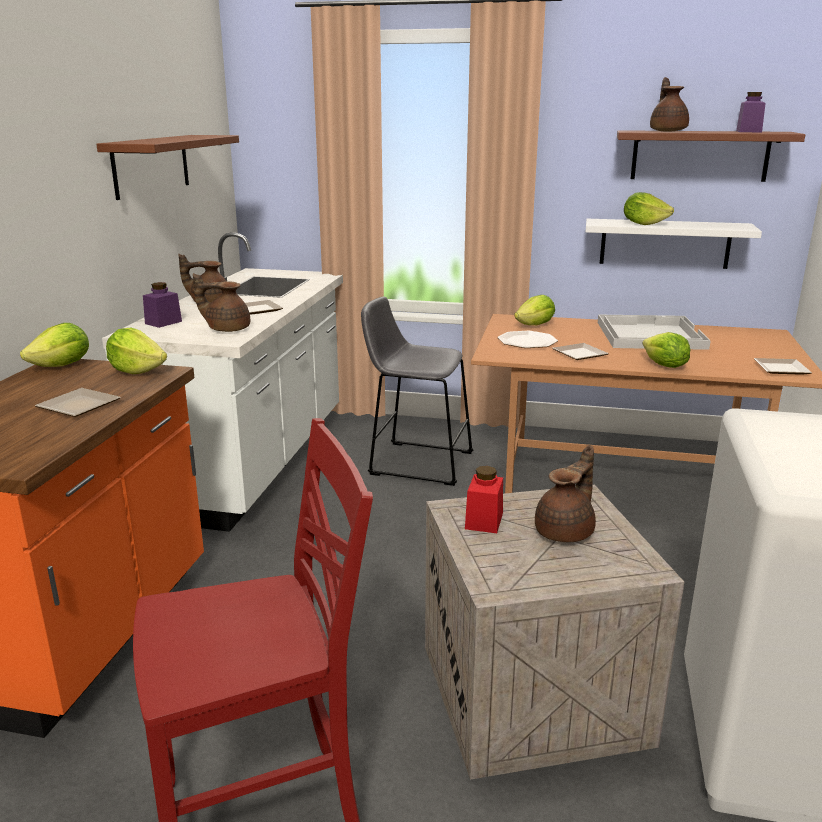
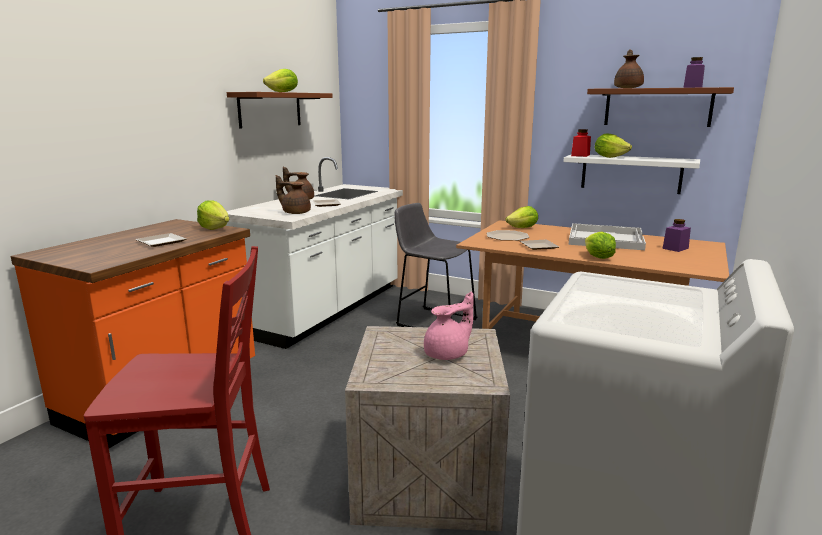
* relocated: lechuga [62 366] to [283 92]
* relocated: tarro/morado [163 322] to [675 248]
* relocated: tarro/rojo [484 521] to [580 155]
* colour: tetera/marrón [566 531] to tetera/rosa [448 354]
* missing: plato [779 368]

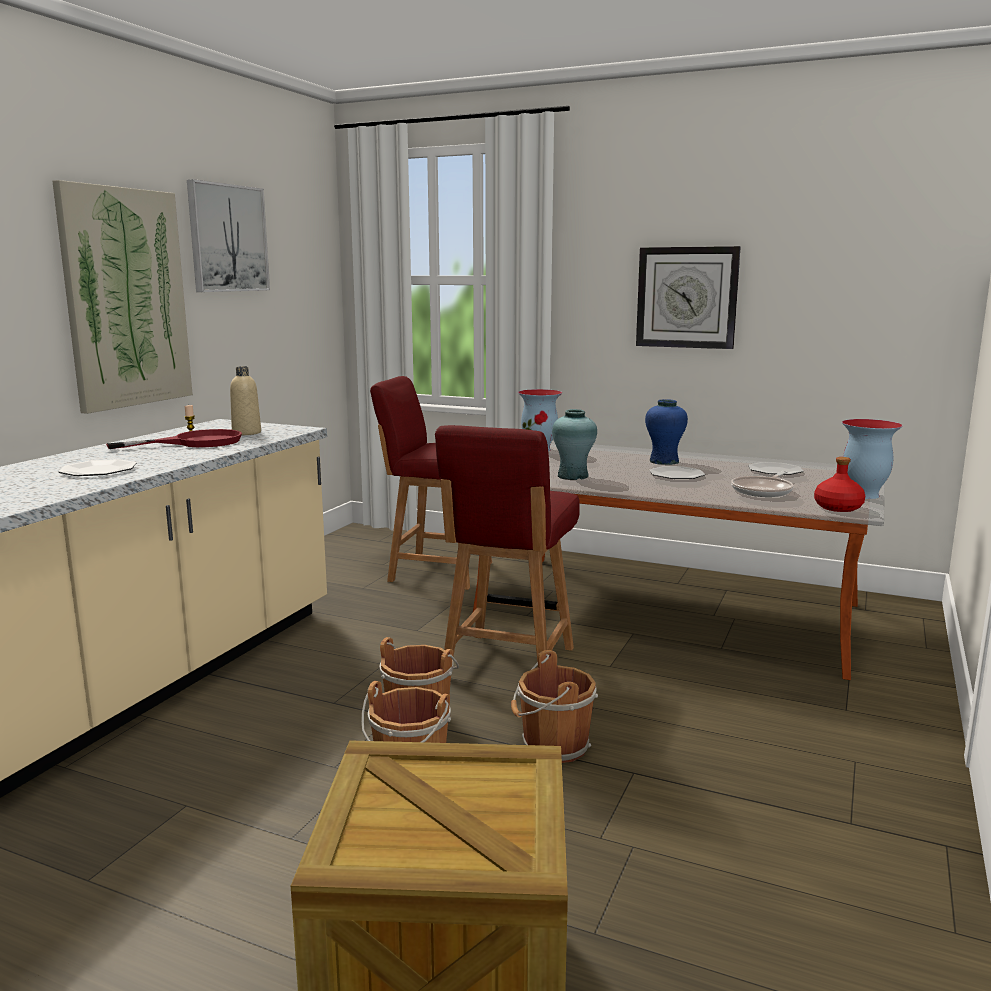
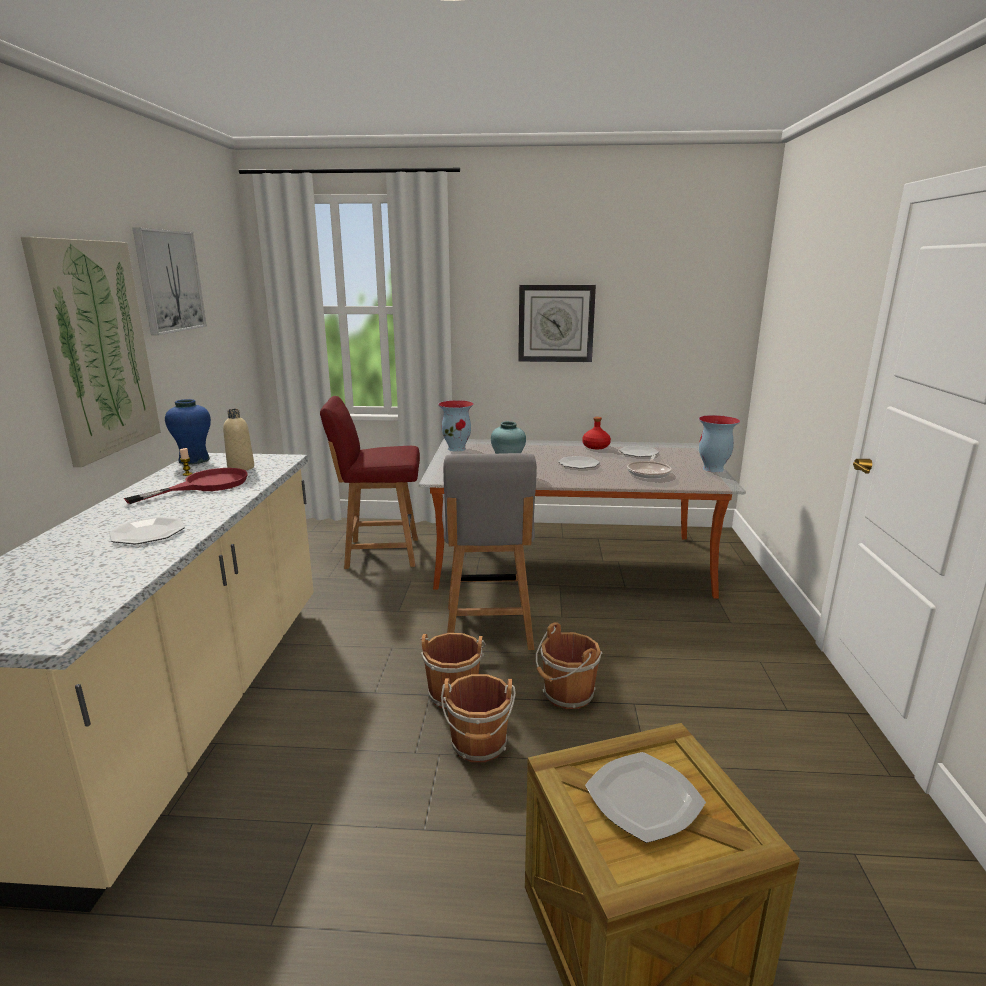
* colour: silla/rojo [507 664] to silla/gris [488 629]
* relocated: florero/azul [663 461] to [194 460]
* relocated: botella/rojo [838 508] to [596 447]
* appeared: plato [642 798]

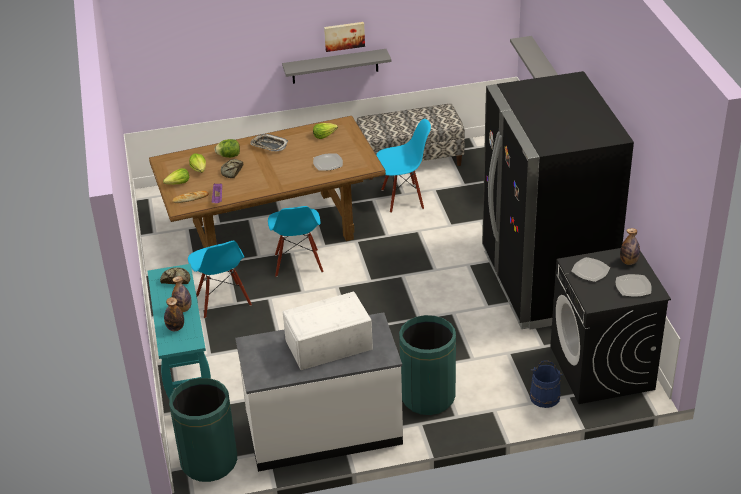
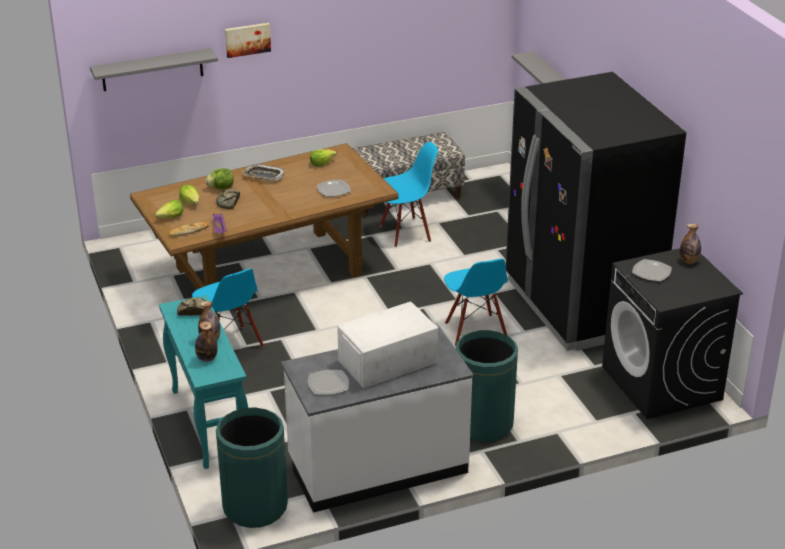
* relocated: silla/azul [298 263] to [475 331]
* relocated: estante/gris [335 66] to [152 70]
* relocated: cuadro [344 36] to [247 39]
* missing: cubo/azul [544 397]
* relocated: plato [633 287] to [328 384]

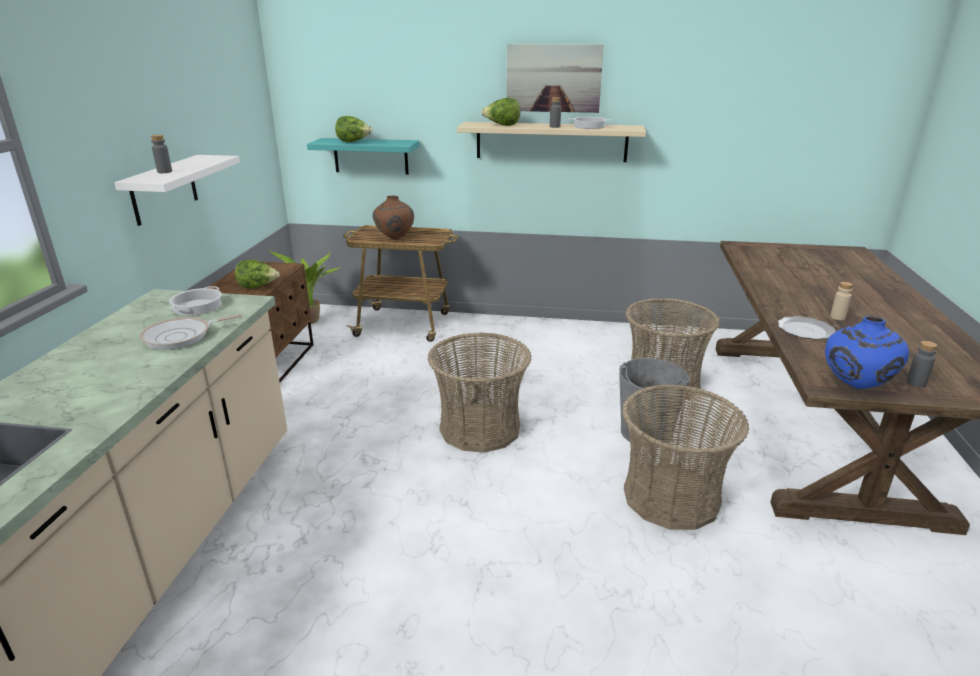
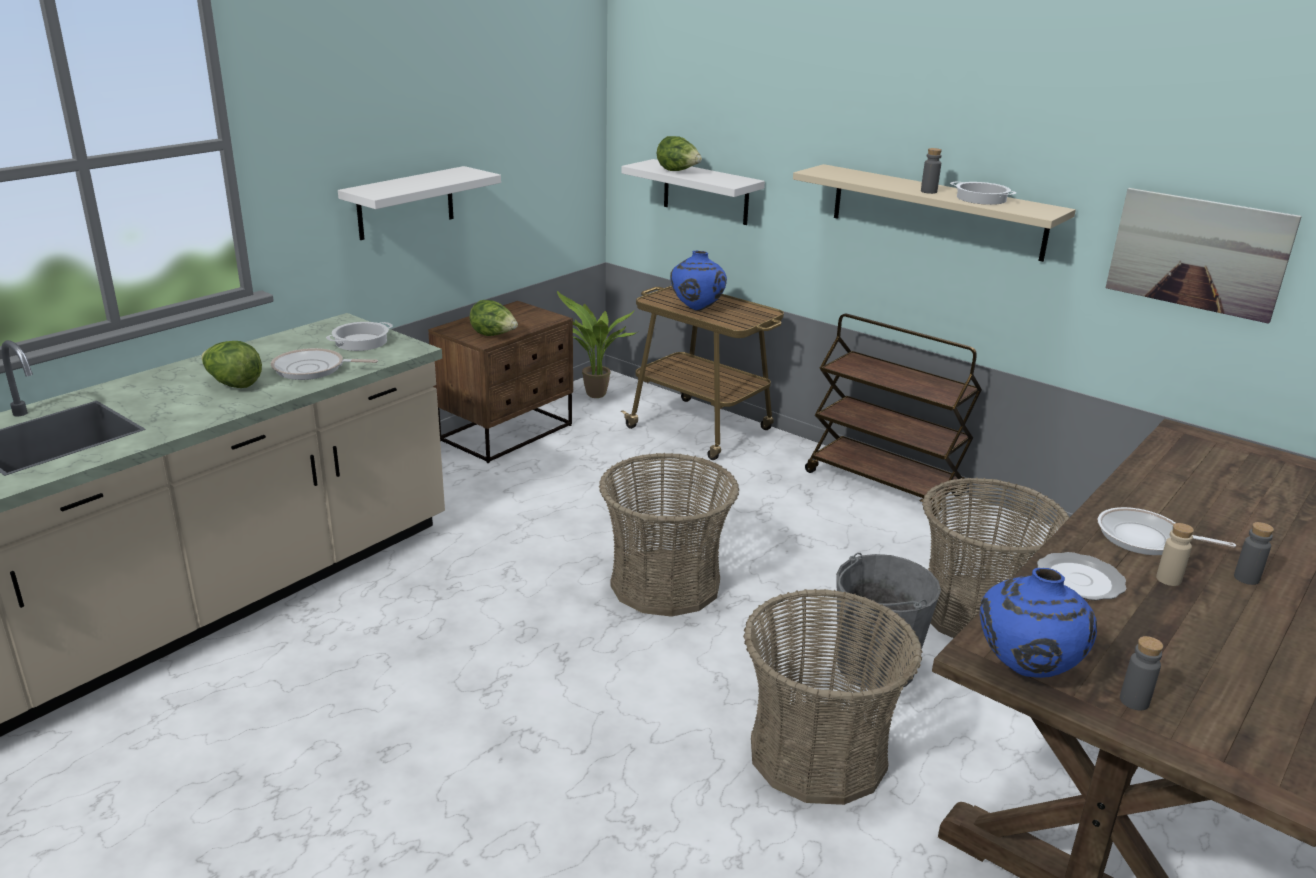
* relocated: botella/gris [164 172] to [1246 578]
* colour: estante/turquesa [371 156] to estante/blanco [705 192]
* colour: florero/marrón [394 239] to florero/azul [696 309]
* relocated: lechuga [502 125] to [233 384]
* relocated: cuadro [553 78] to [1198 253]
* appeared: carrito/marrón [884 484]
* appeared: sartén [1145 539]

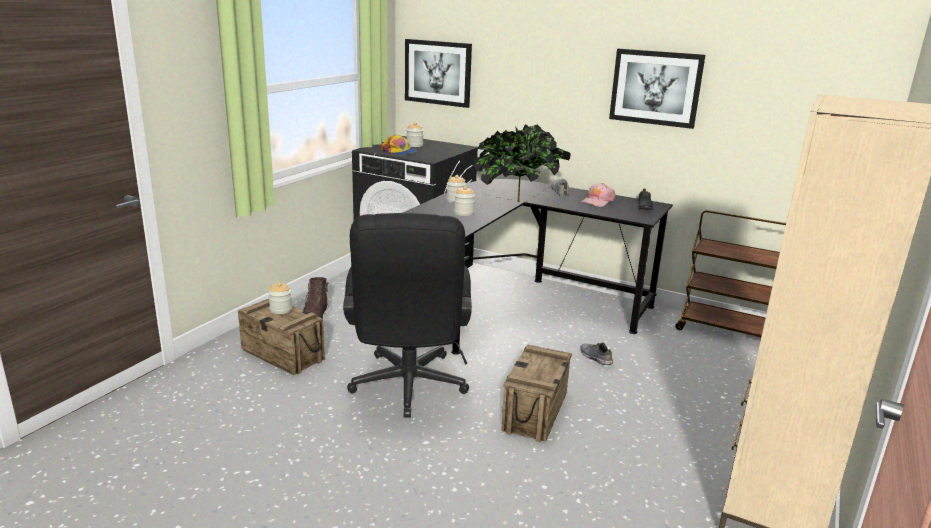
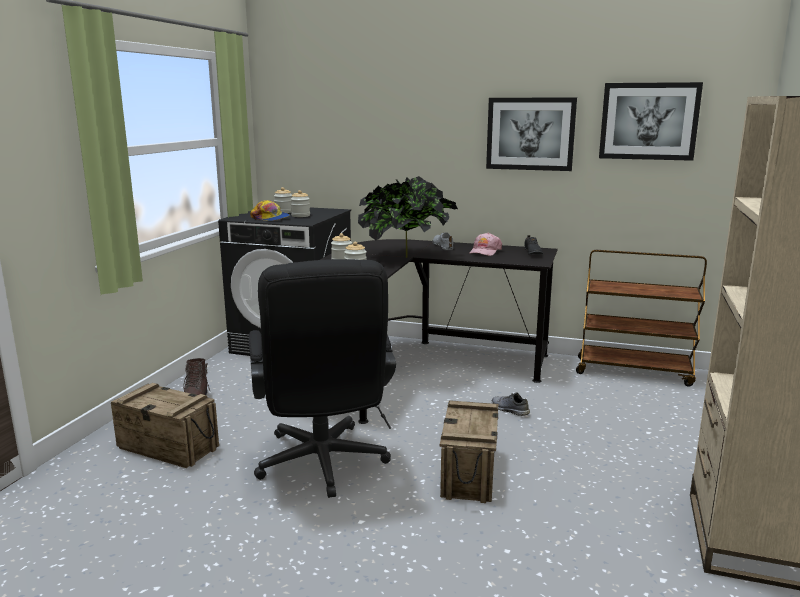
* relocated: tarro [281 309] to [300 215]
* relocated: cuadro [438 72] to [648 121]

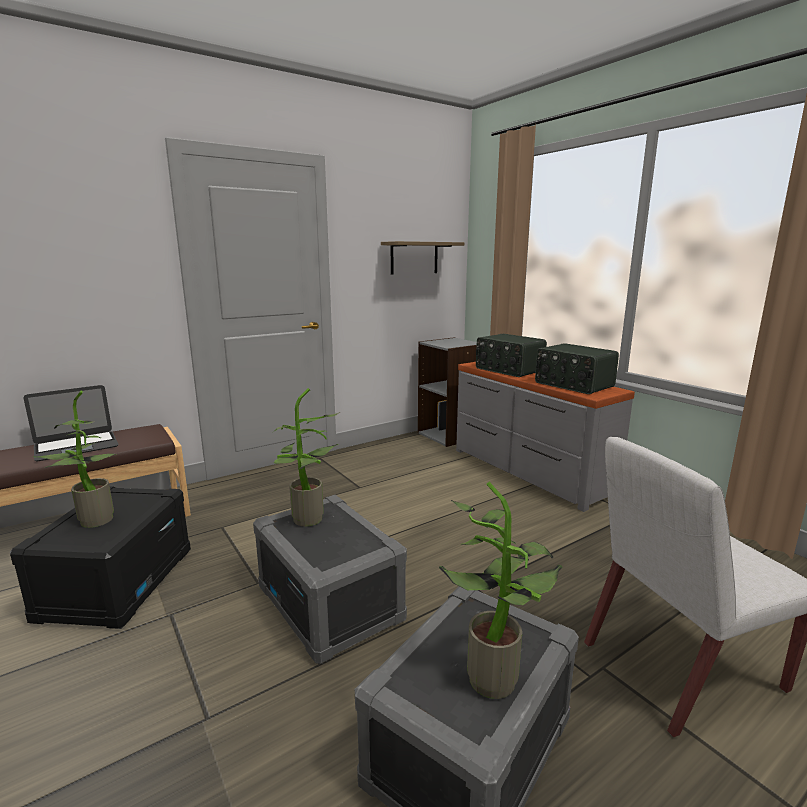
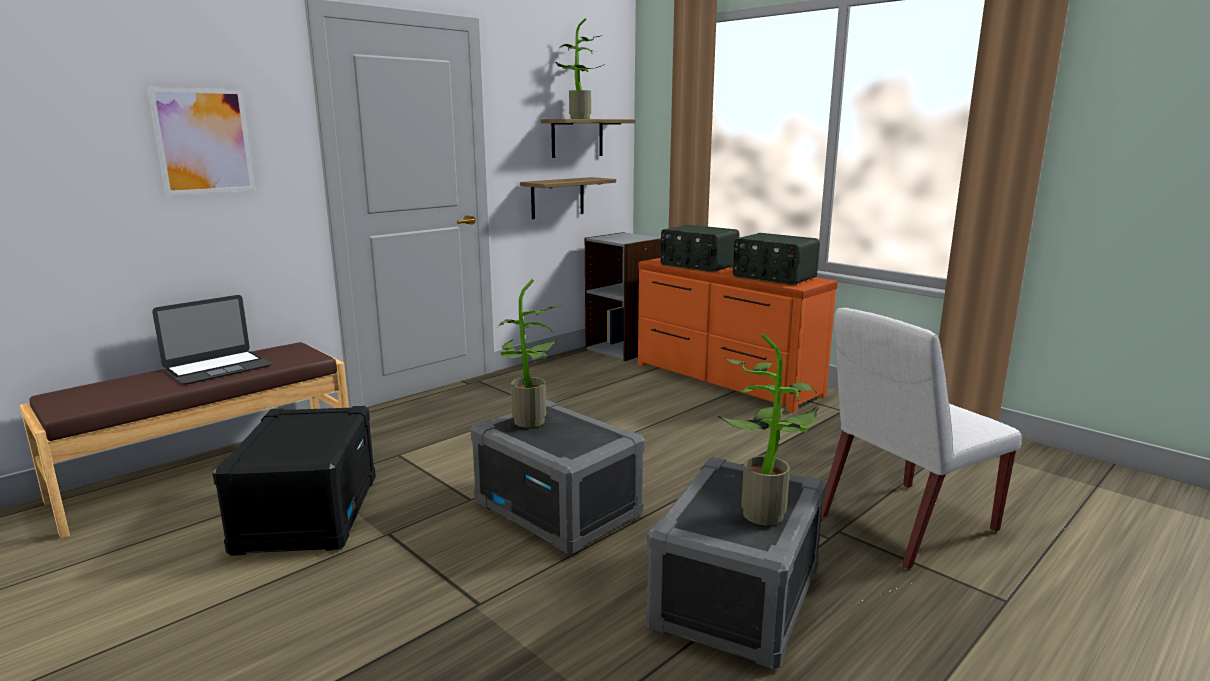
* relocated: planta en maceta [91 522] to [578 118]
* colour: cómoda/gris [528 471] to cómoda/naranja [724 380]
* appeared: cuadro [204 141]
* appeared: estante [557 197]

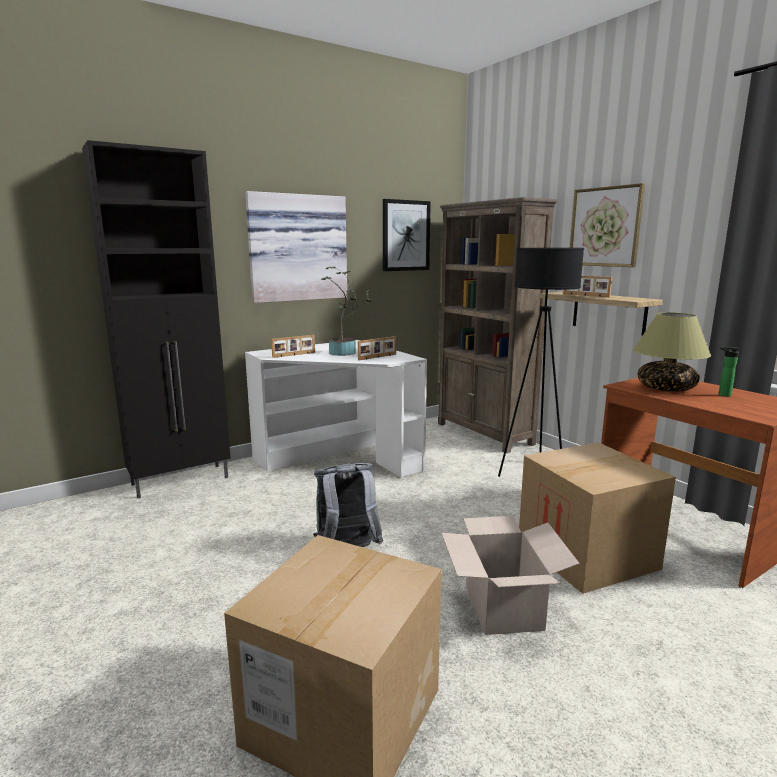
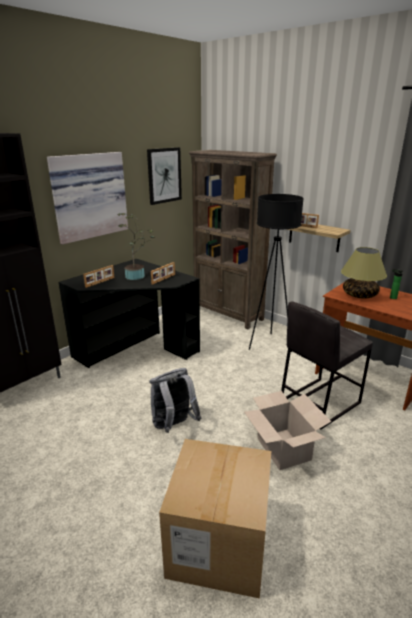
* colour: escritorio/blanco [339 459] to escritorio/negro [136 349]
* exchanged: caja de cartón [586 554] to taburete/gris [318 402]
* missing: cuadro [605 227]

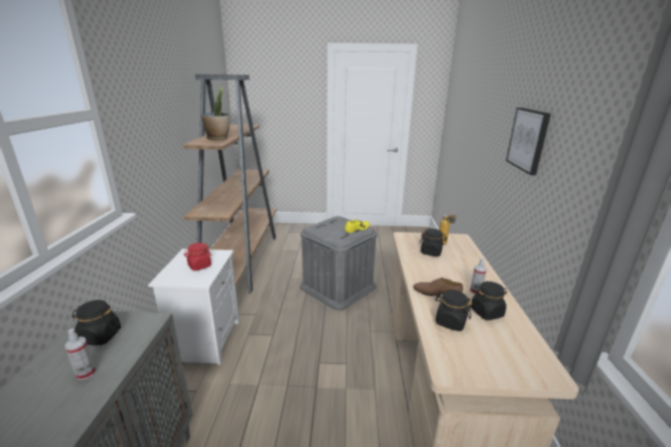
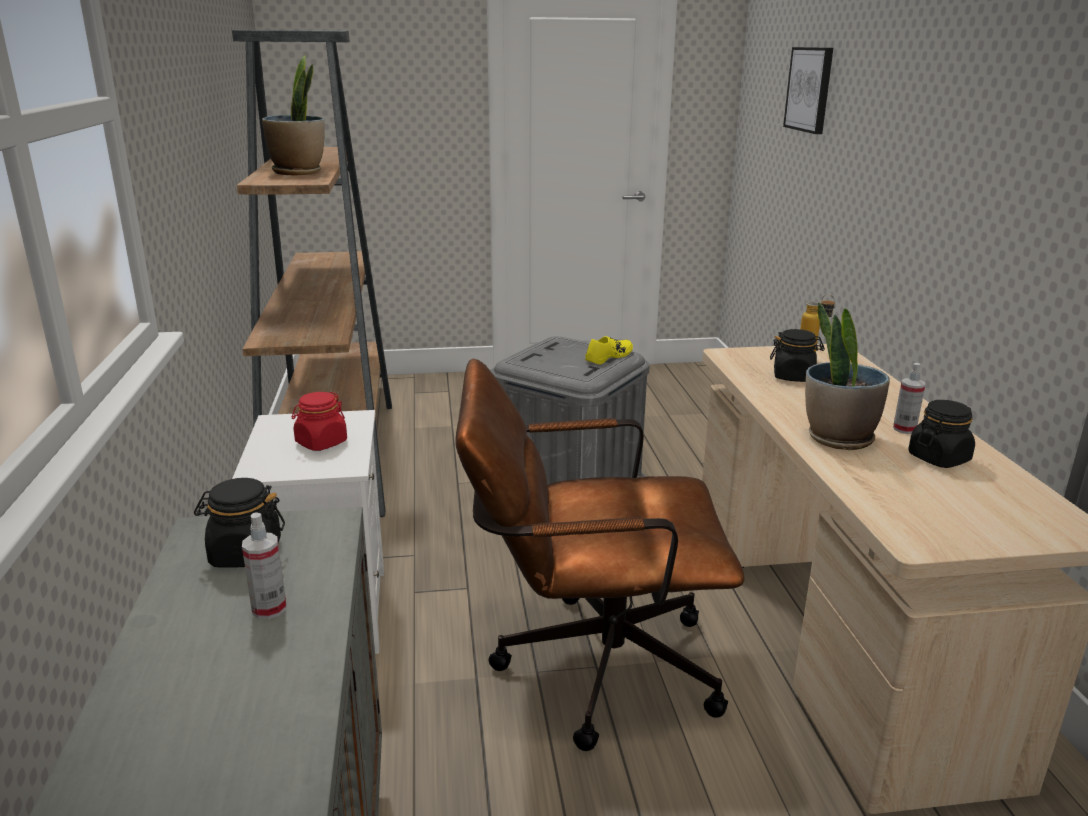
* exchanged: zapato/marrón [436 293] to planta en maceta [838 438]
* missing: tarro/negro [450 322]
* relocated: cuadro [528 139] to [810 89]
* appeared: silla de oficina/marrón [588 665]

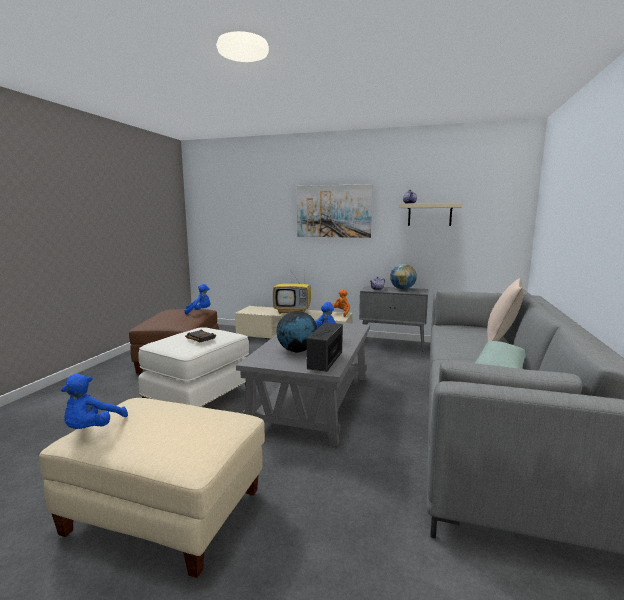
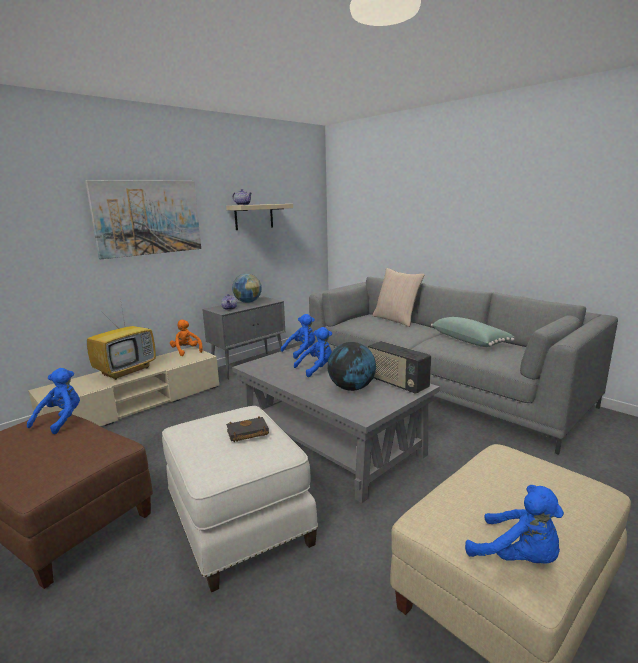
* appeared: peluche/azul [301 351]

